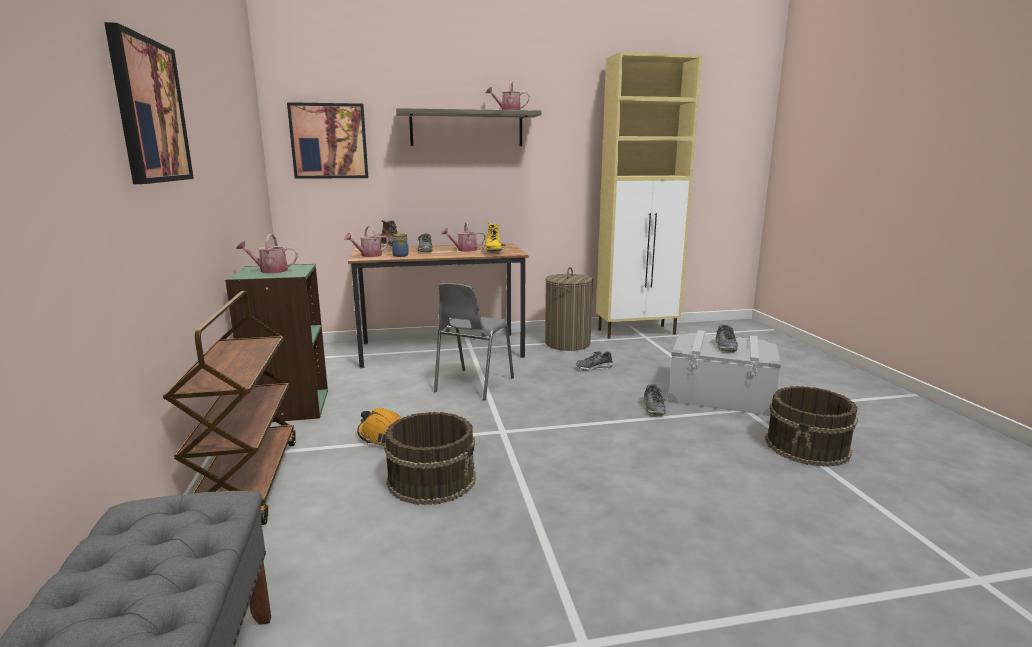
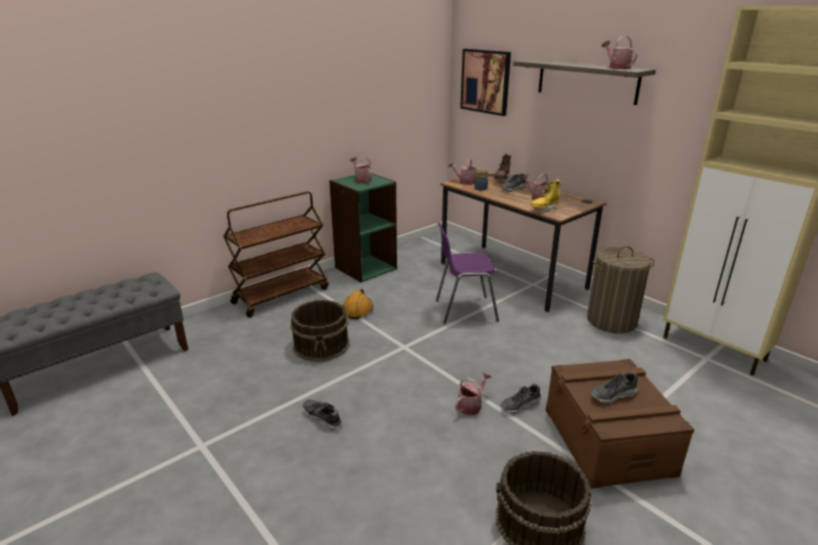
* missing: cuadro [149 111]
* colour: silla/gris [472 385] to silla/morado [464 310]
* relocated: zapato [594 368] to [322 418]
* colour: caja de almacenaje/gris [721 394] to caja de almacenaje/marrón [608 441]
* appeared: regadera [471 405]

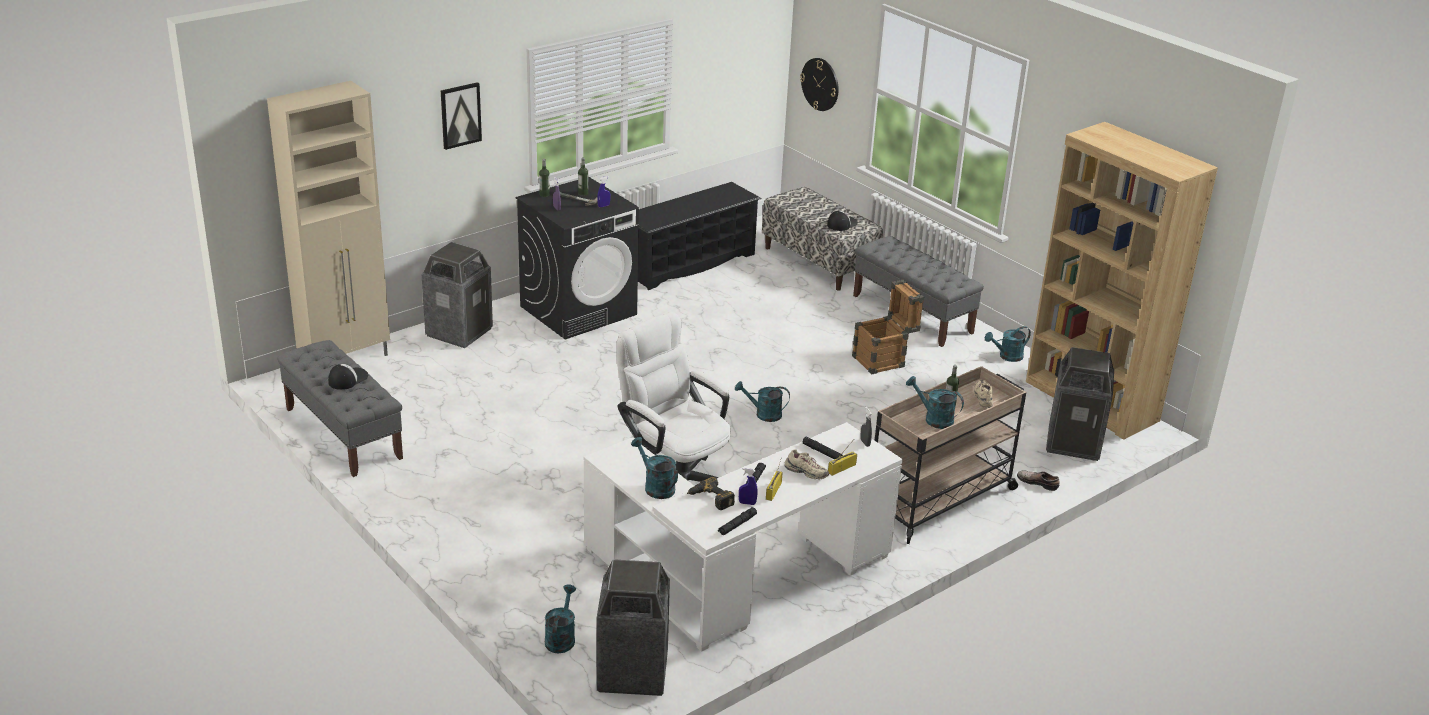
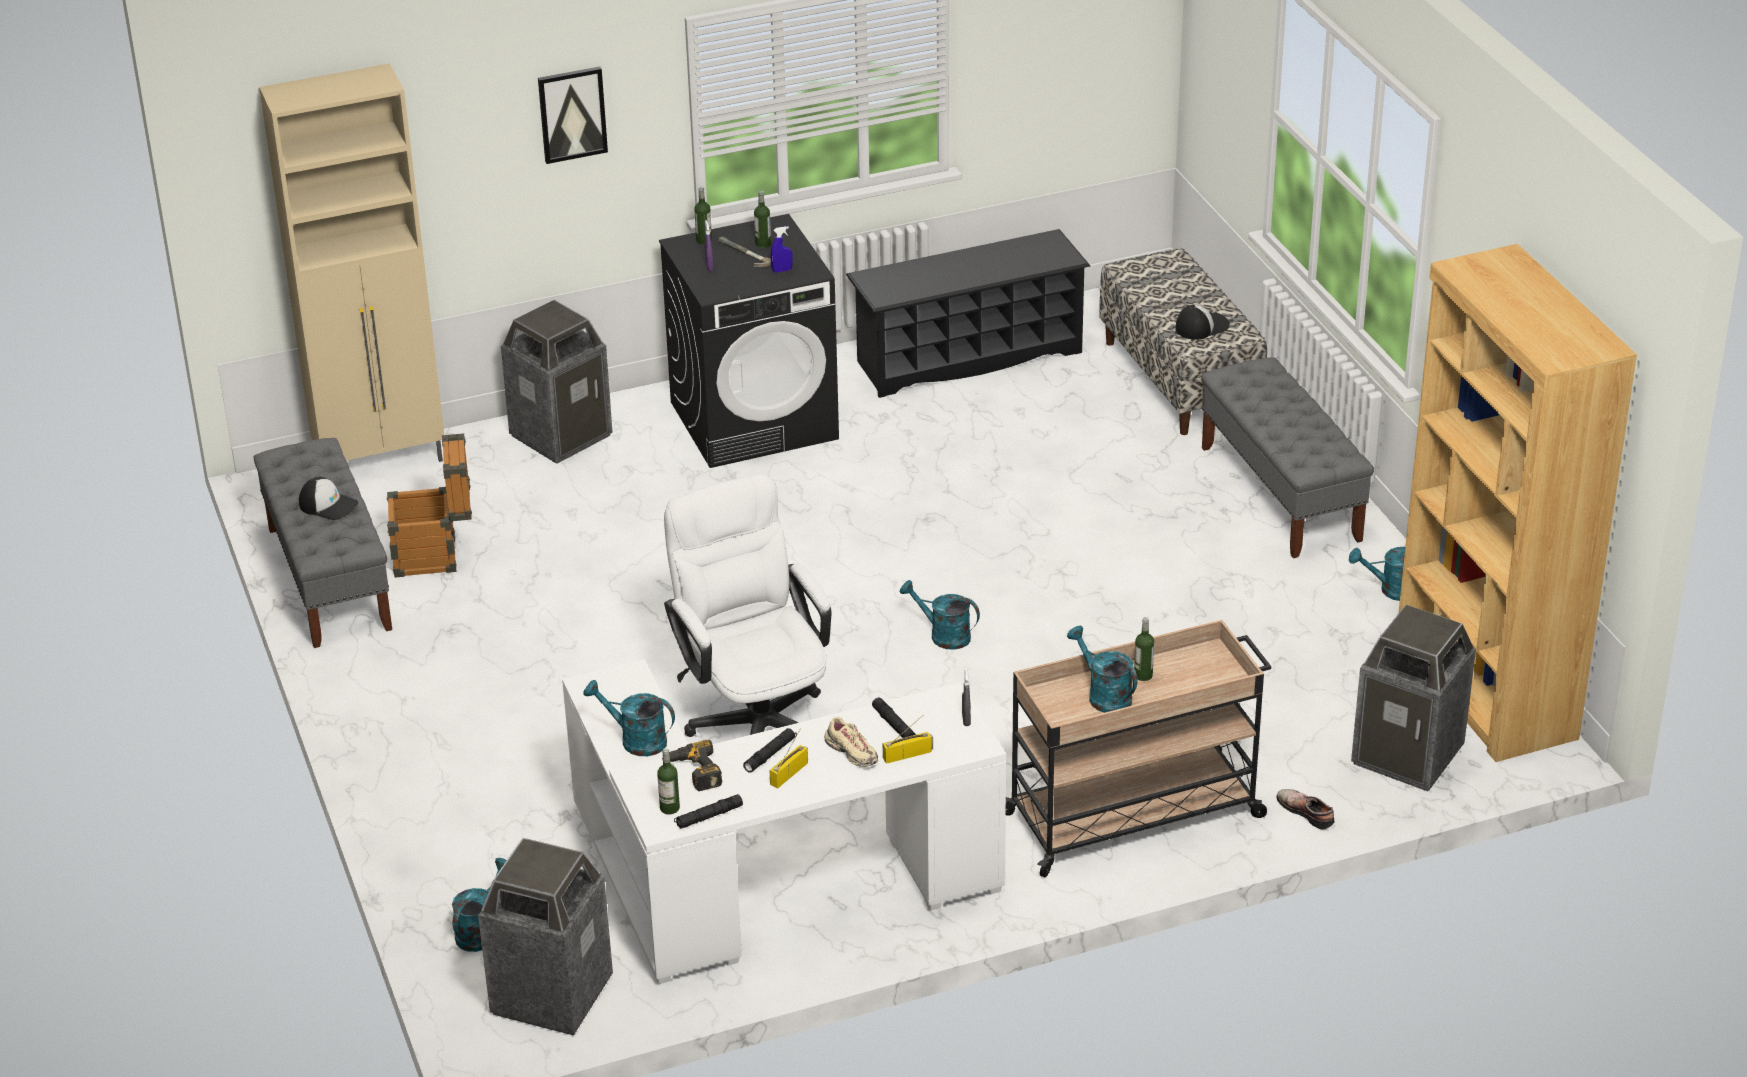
* spun: gorra [347 379] = [328 505] 60 degrees clockwise
* spun: regadera/turquesa [655 486] = [636 740] 45 degrees counterclockwise
* missing: pulverizador/azul [747 503]
* missing: reloj de pared [820 84]
* relocated: caja de embalaje [884 360] to [436 556]
* missing: zapato/beis [983 398]
* appeared: botella [669 808]

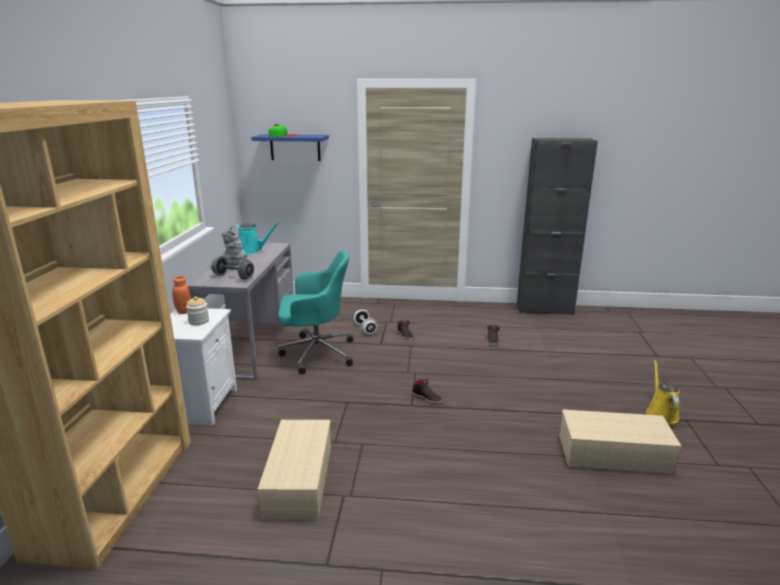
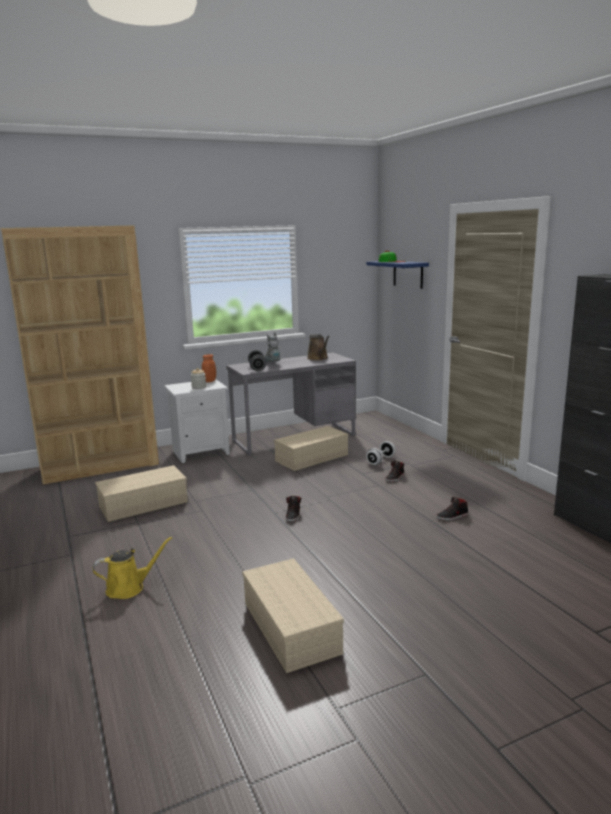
* colour: regadera/turquesa [252 250] to regadera/marrón [318 358]
* exchanged: silla de oficina/turquesa [316 353] to caja de almacenaje/beis [311 458]
* relocated: regadera/amarillo [661 413] to [129 588]

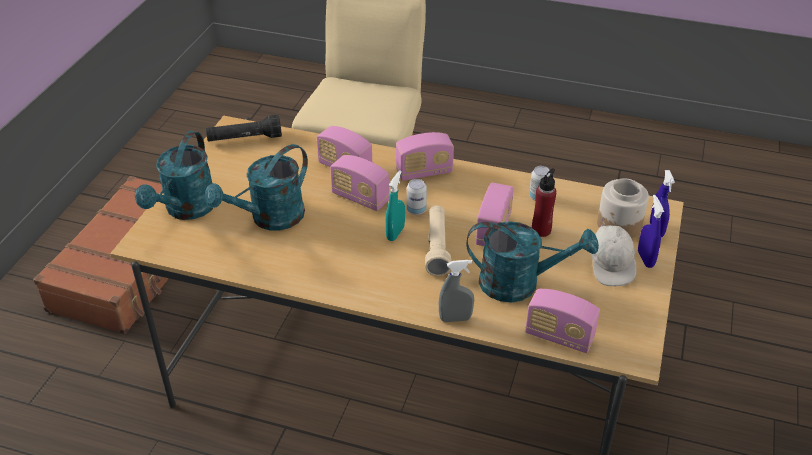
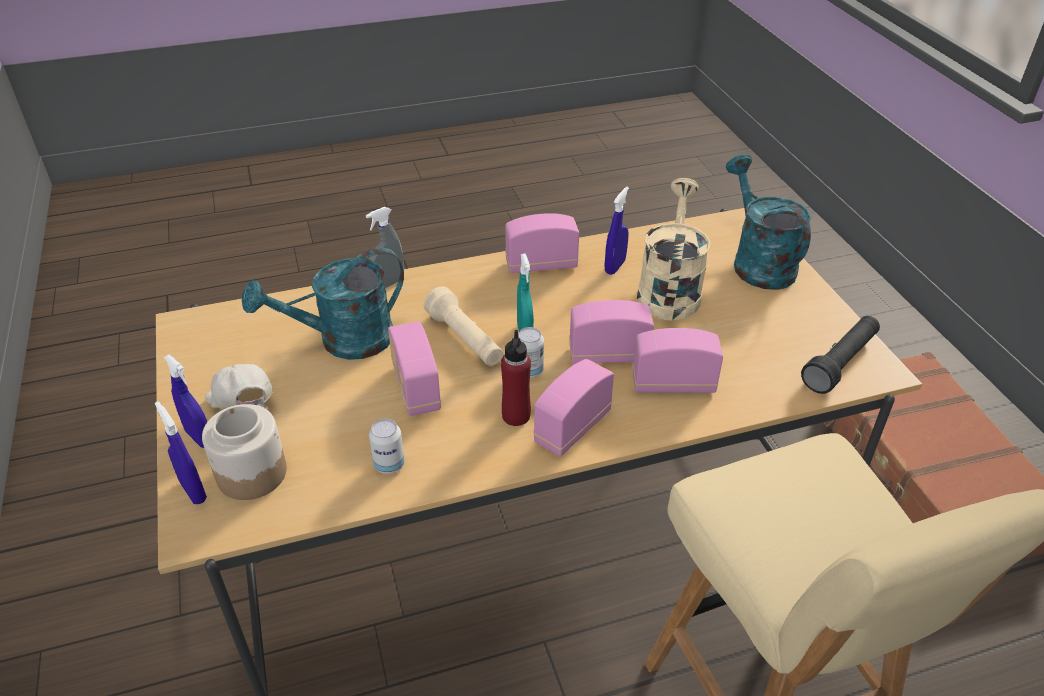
* colour: regadera/turquesa [269 219] to regadera/beis [669 290]
* relocated: radio [559 336] to [541 265]
* relocated: botella/rojo [541 230] to [516 416]
* appeared: pulverizador/azul [615 267]

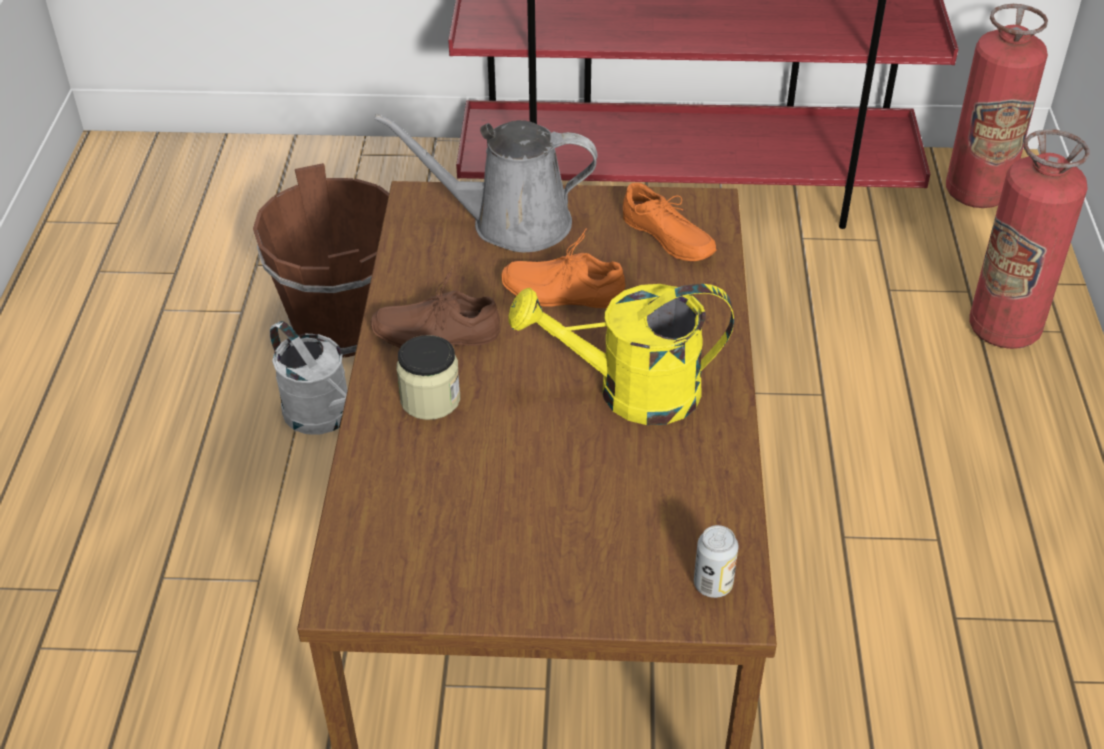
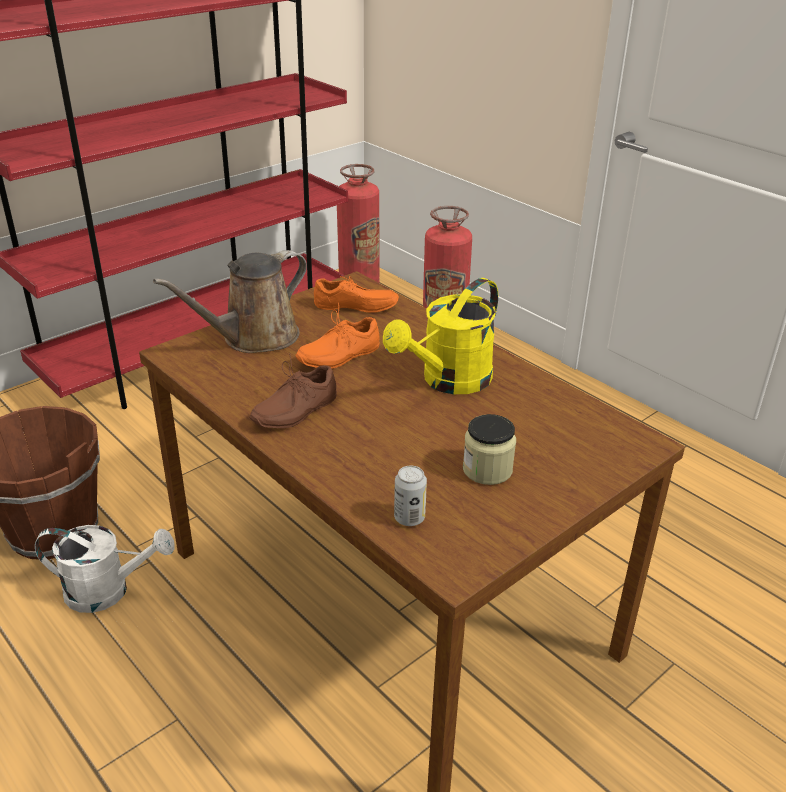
* colour: regadera/gris [511 223] to regadera/marrón [254 338]
* relocated: tarro [430 399] to [487 470]
* relocated: lata [713 584] to [409 518]

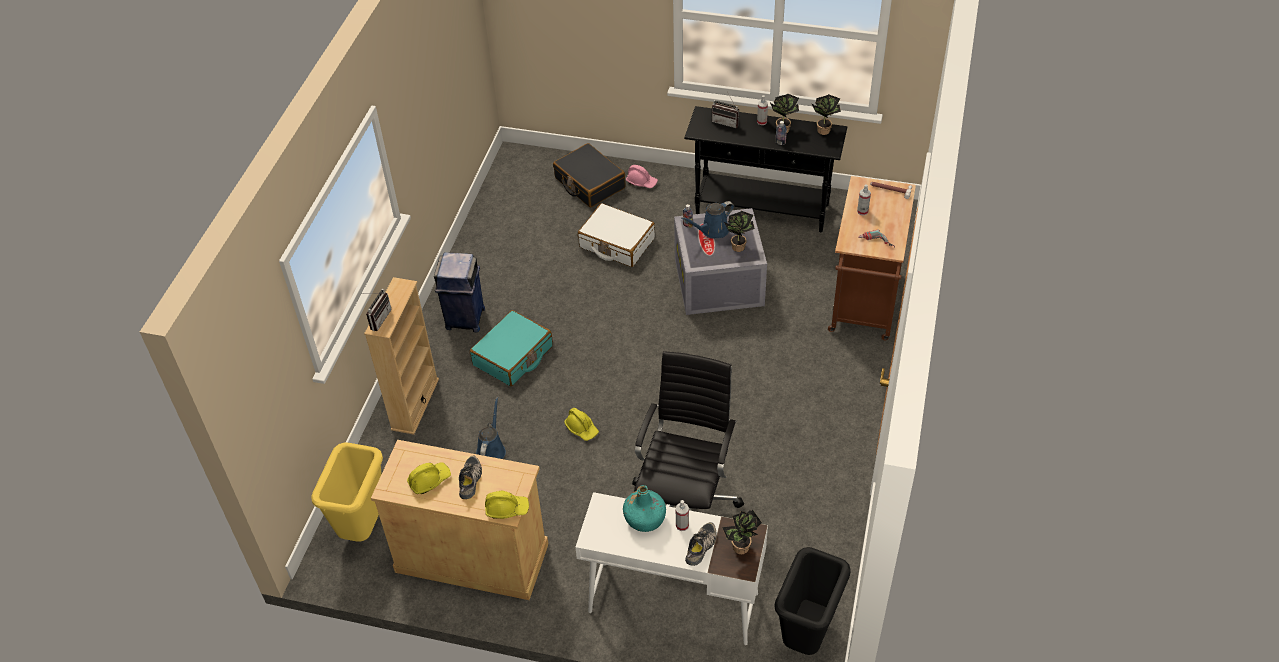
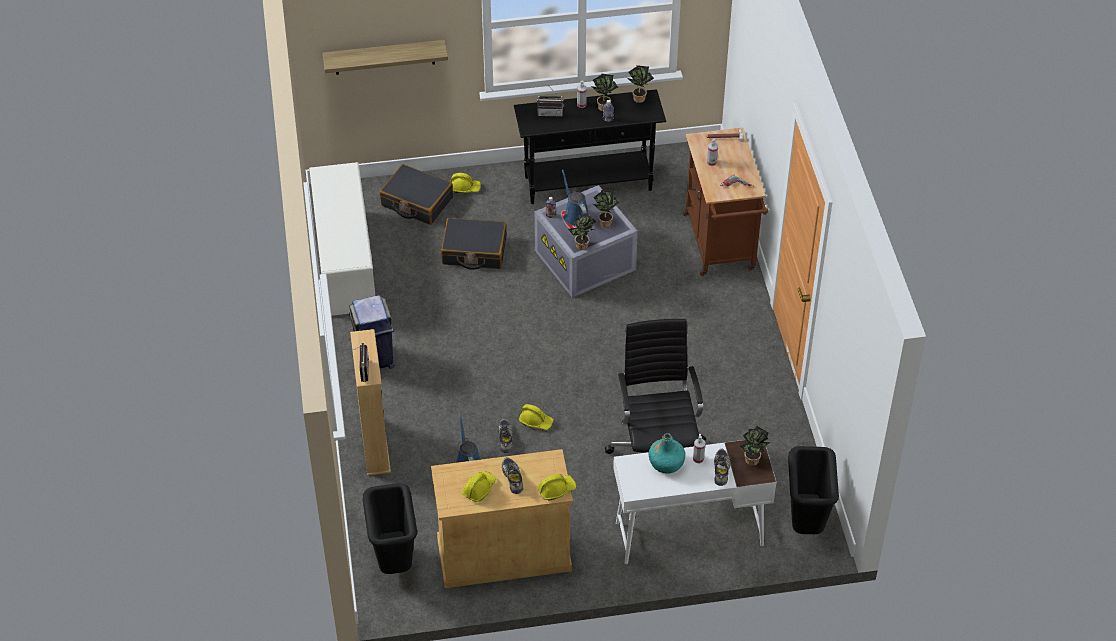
* colour: papelera/amarillo [364 527] to papelera/negro [394 561]
* missing: maleta/turquesa [513 356]
* colour: maleta/blanco [616 243] to maleta/negro [474 251]
* colour: casco/rosa [641 182] to casco/amarillo [465 188]
* spun: regadera/azul [712 230] = [575 215] 120 degrees clockwise
* appeared: zapatero/blanco [345 263]
* appeared: estante [384 57]
* appeared: zapato [506 438]
* appeared: planta en maceta [582 247]

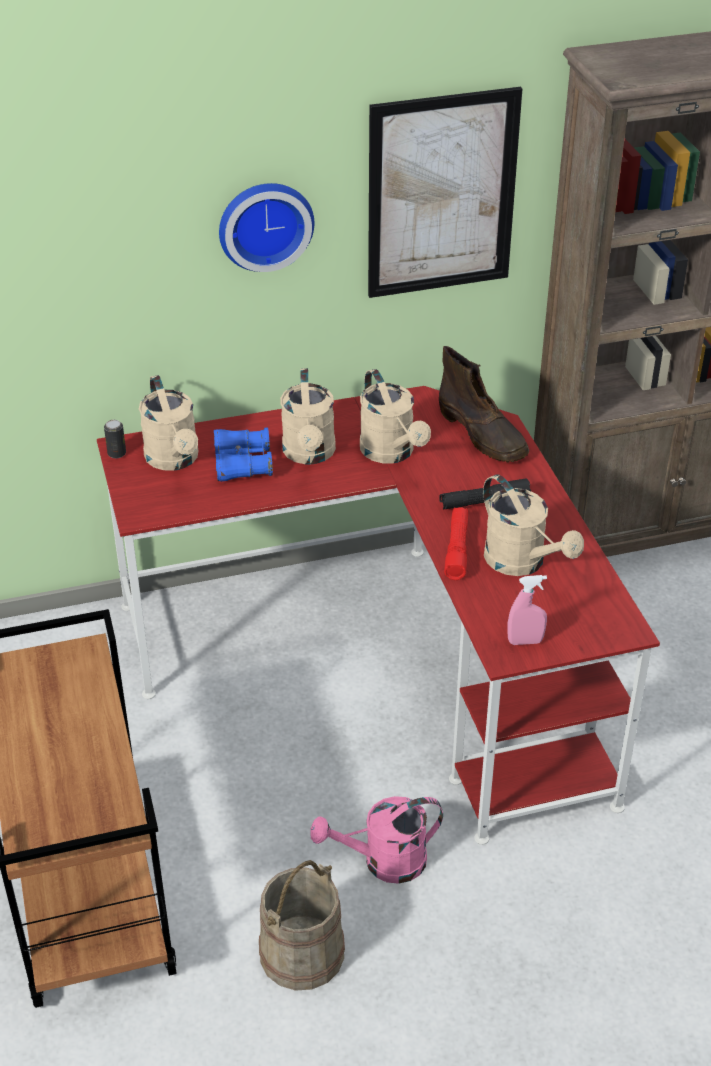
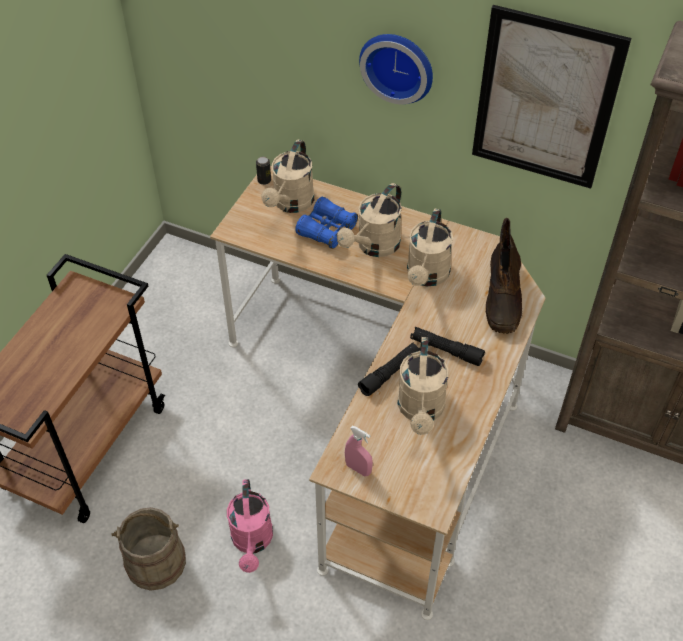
* colour: escritorio/rojo [386 659] to escritorio/beis [386 411]
* spun: regadera/rosa [383 862] = [252 541] 120 degrees counterclockwise
* colour: linterna/rojo [457 549] to linterna/negro [390 373]

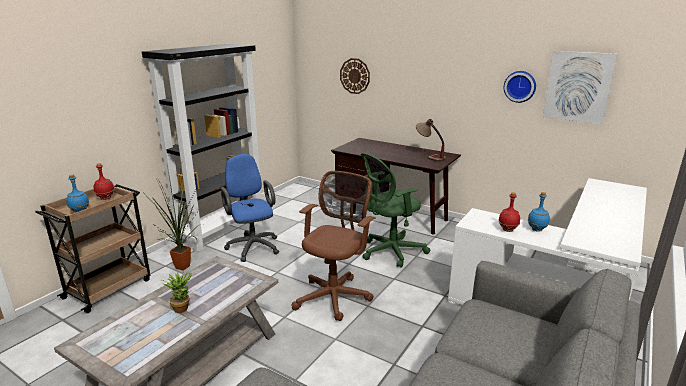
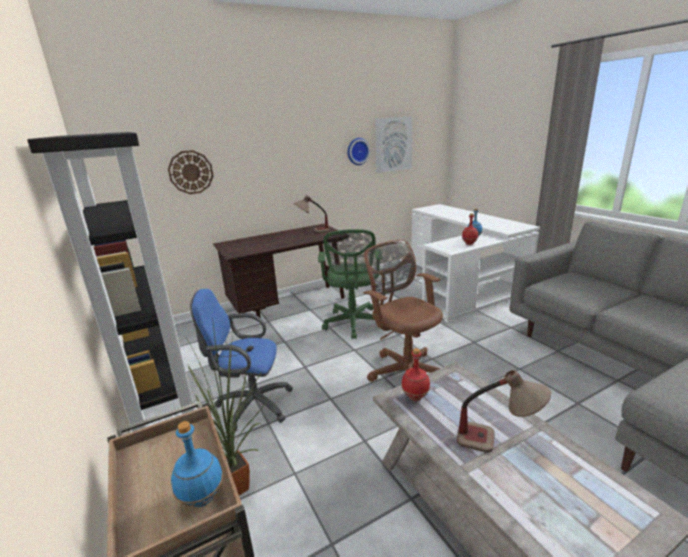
* relocated: botella/rojo [105 198] to [415 397]
* exchanged: planta en maceta [182 307] to lámpara de mesa [497 442]

